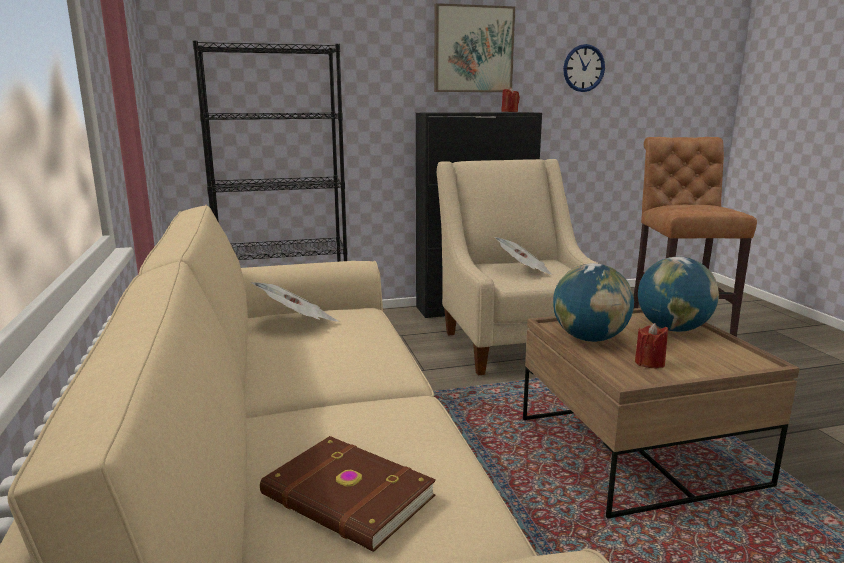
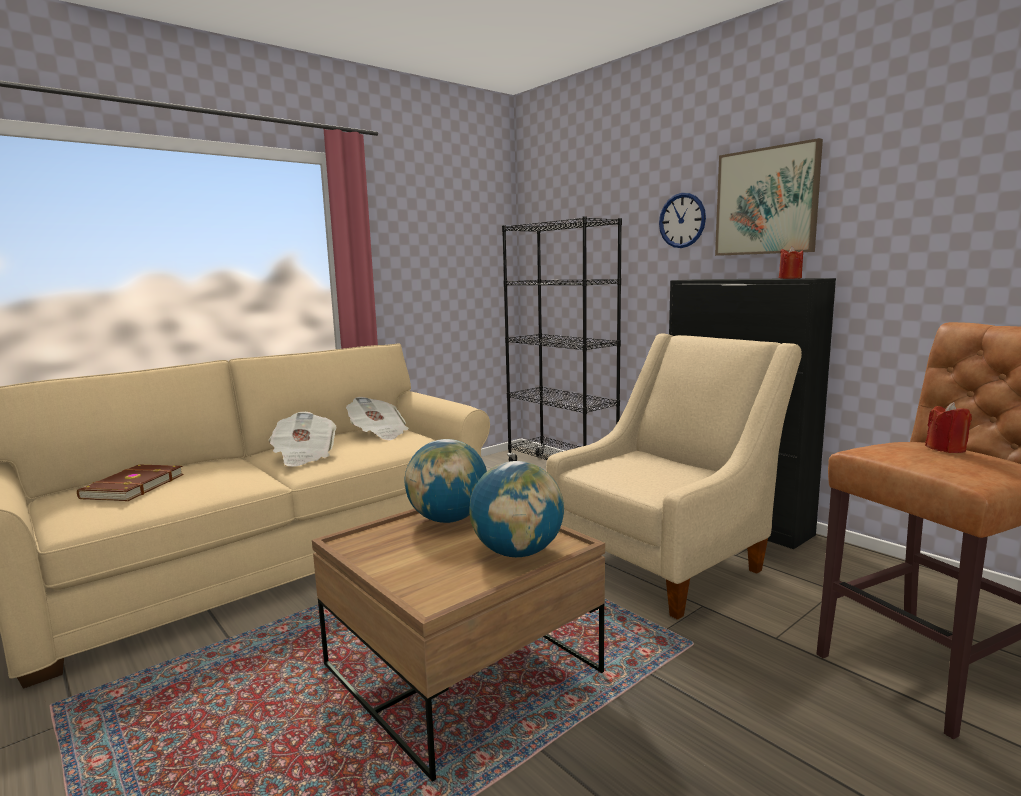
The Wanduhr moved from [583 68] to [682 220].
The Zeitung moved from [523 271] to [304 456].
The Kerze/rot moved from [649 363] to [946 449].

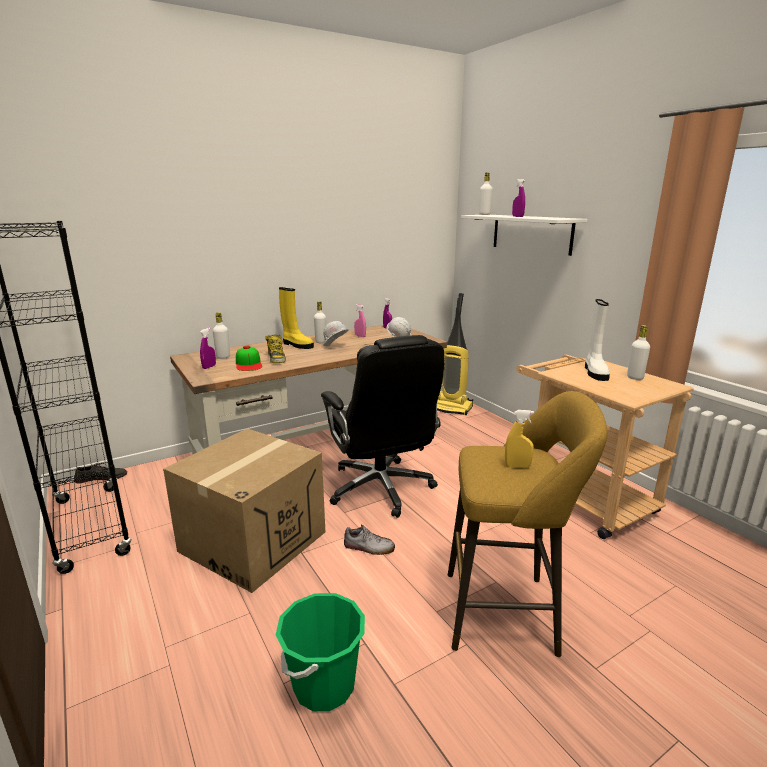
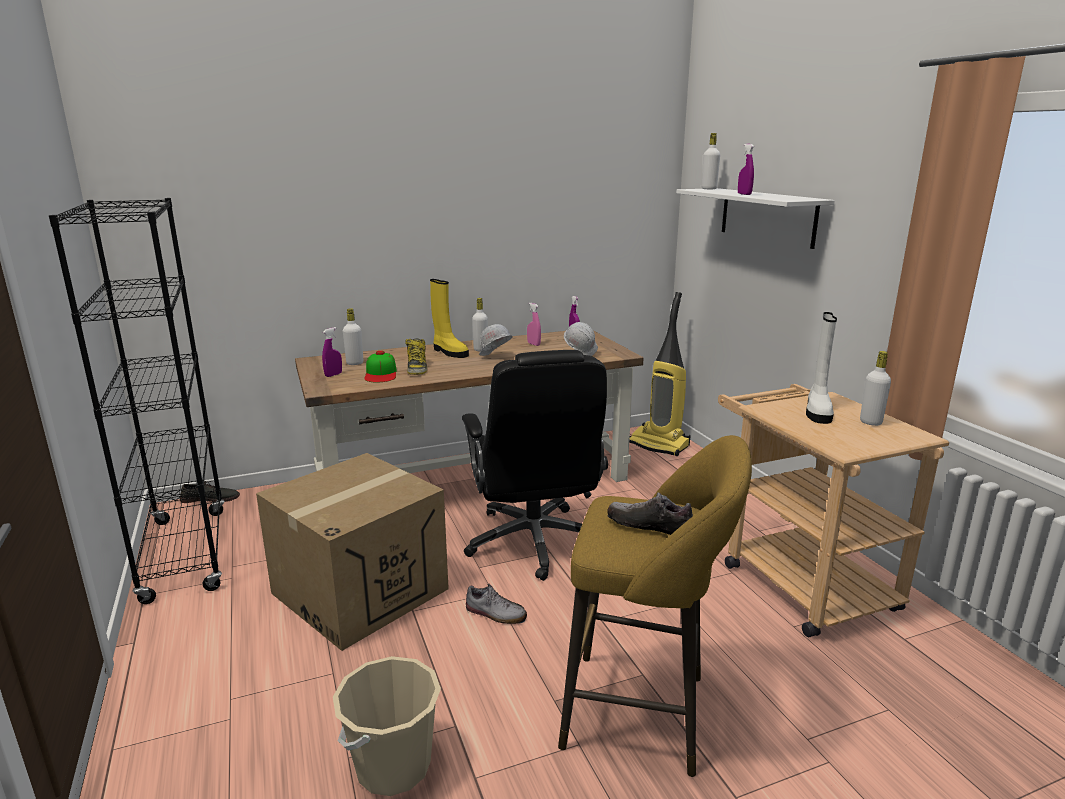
The Sprühflasche/gelb at [517 466] was replaced by the Schuh at [649 526].
The Eimer/grün at [324 684] became the Eimer/beige at [393 766].

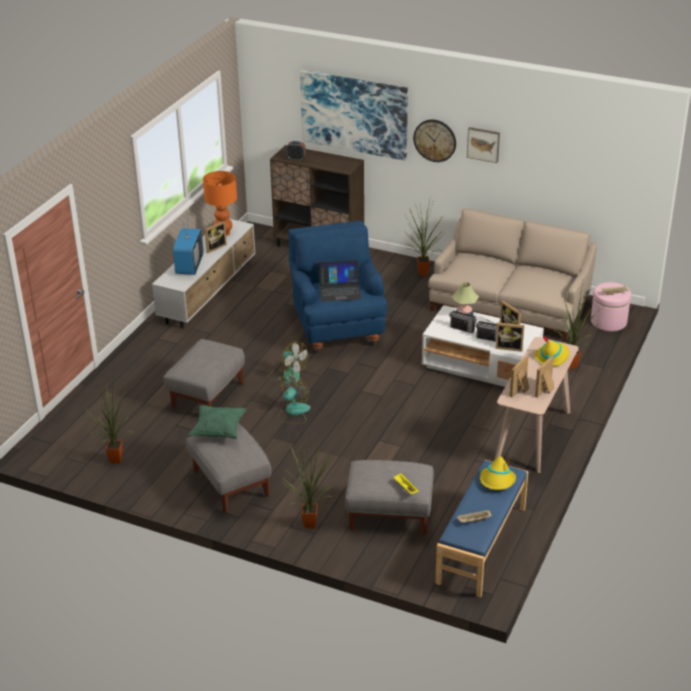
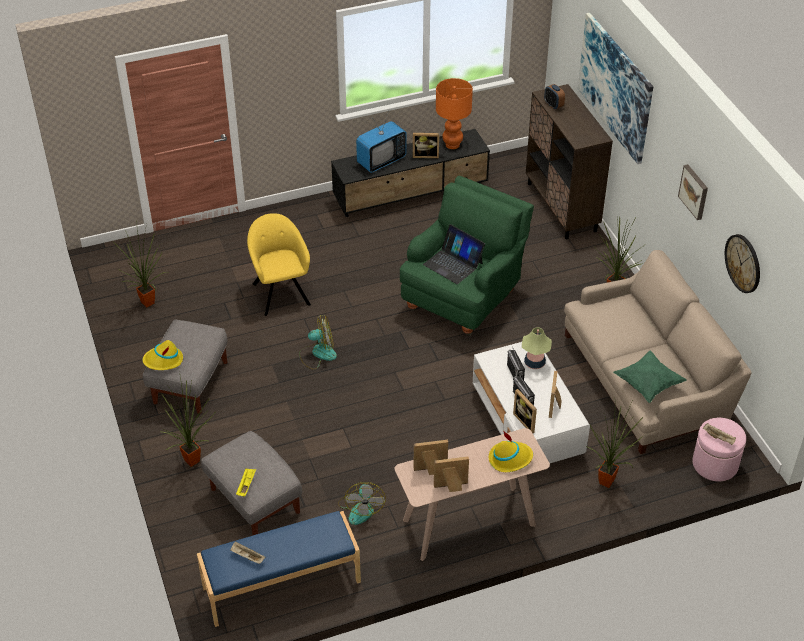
The Wanduhr moved from [435 140] to [743 263].
The Fernsehschrank/weiß at [209 292] became the Fernsehschrank/schwarz at [411 195].
The Sessel/blau at [337 326] became the Sessel/grün at [464 297].
The Polsterhocker/grau at [208 395] was replaced by the Sessel/gelb at [280 292].
The Ventilator moved from [287 374] to [361 508].
The Kissen/grün moved from [218 430] to [648 384].
The Hut/gelb moved from [497 481] to [163 360].

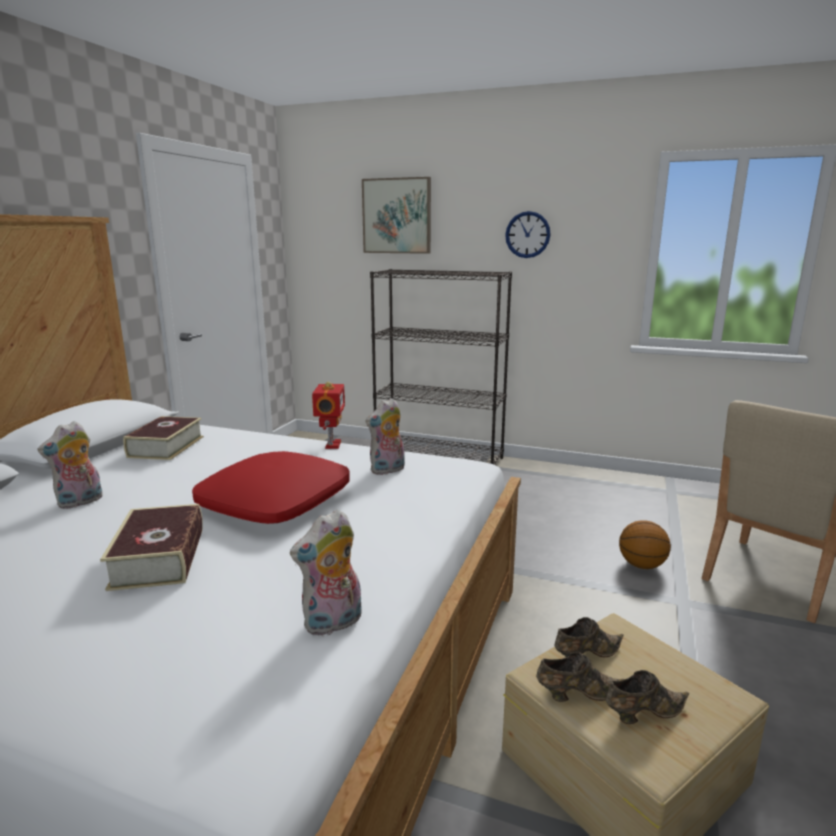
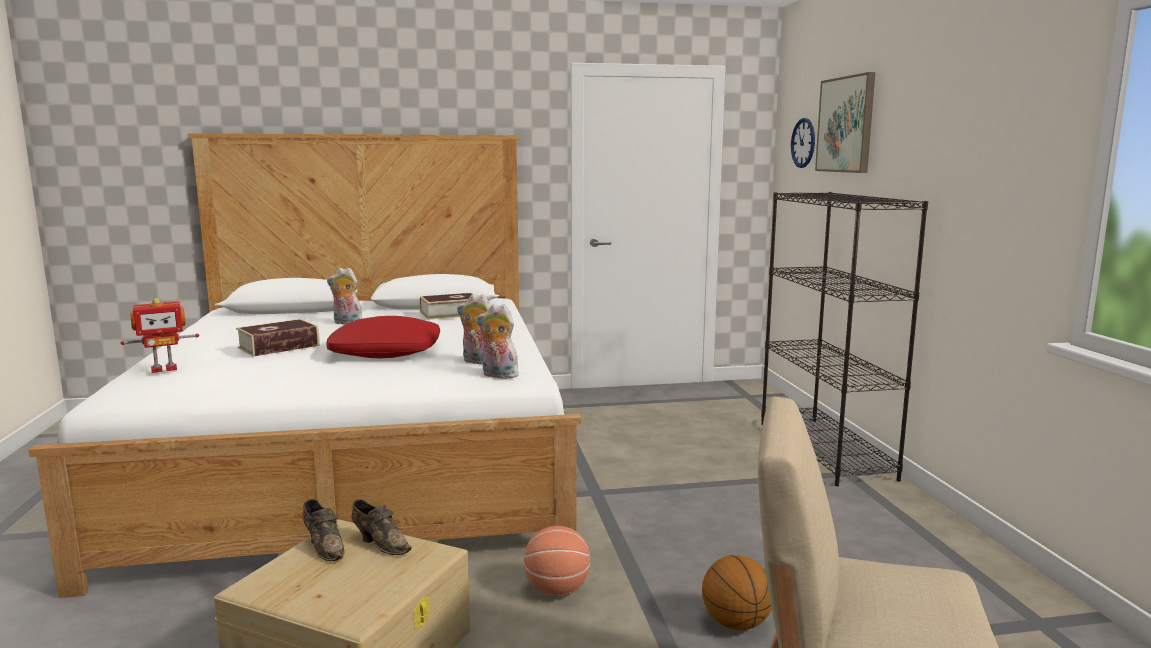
The Wanduhr moved from [527 234] to [803 143].
The Spielzeugroboter moved from [331 445] to [164 369].
The Plüschtier moved from [333 624] to [498 375].
The Schuh/braun at [642 713] disappeared.
The Basketball at [557 590] appeared.

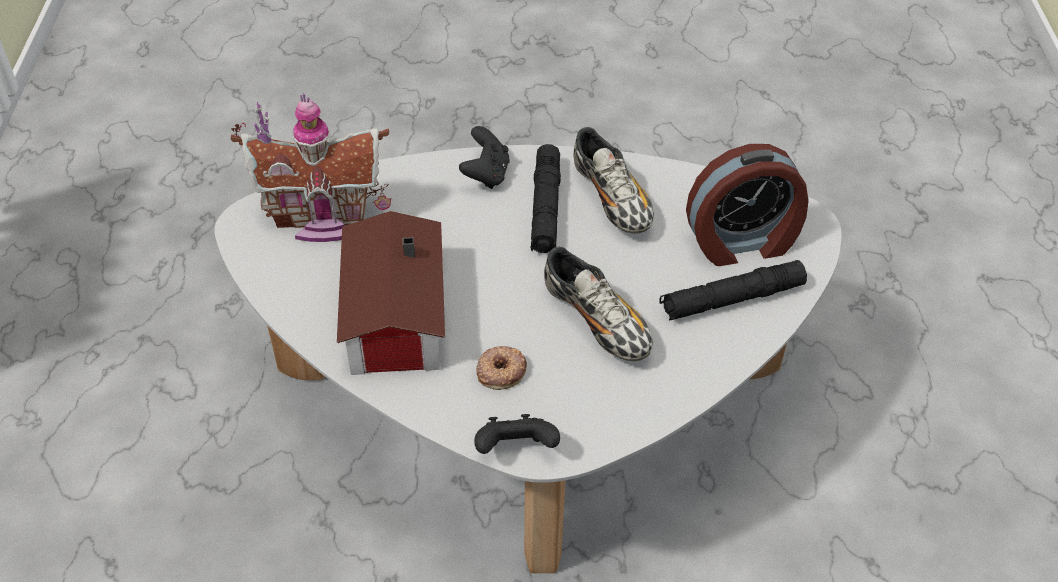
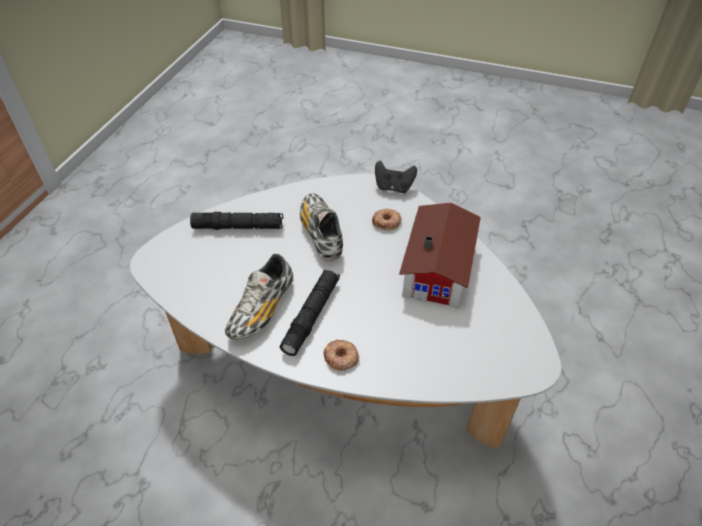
The Spielzeughaus at [323 219] disappeared.
The Gamepad/schwarz at [486 174] was replaced by the Donut at [341 357].
The Schuh at [612 200] turned 150 degrees counterclockwise.
The Wecker at [742 243] disappeared.

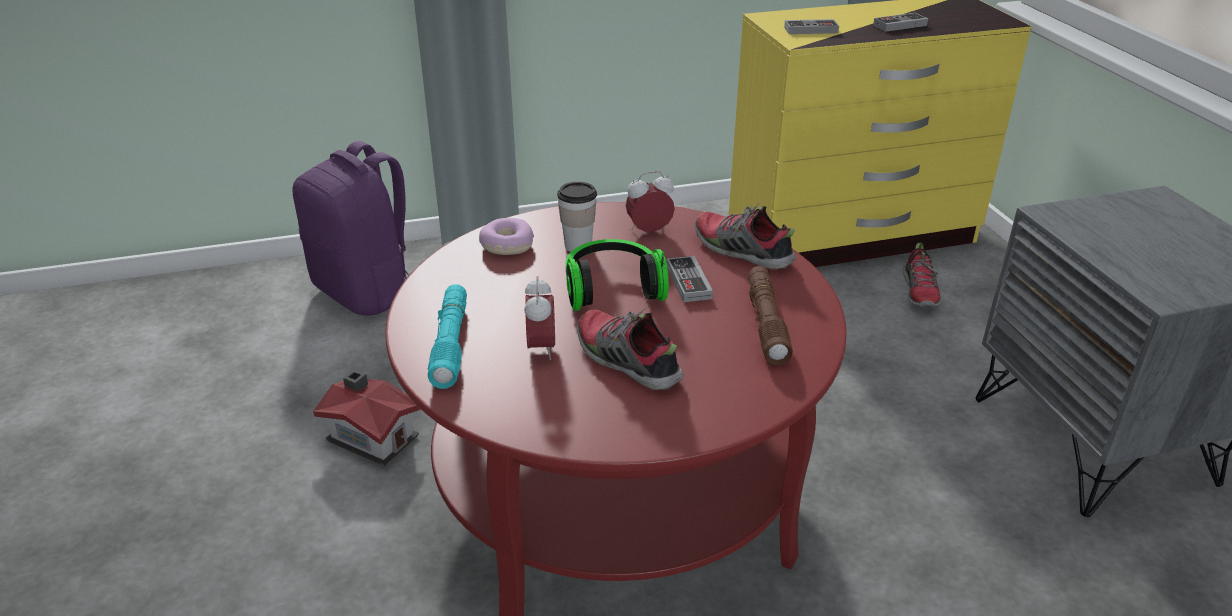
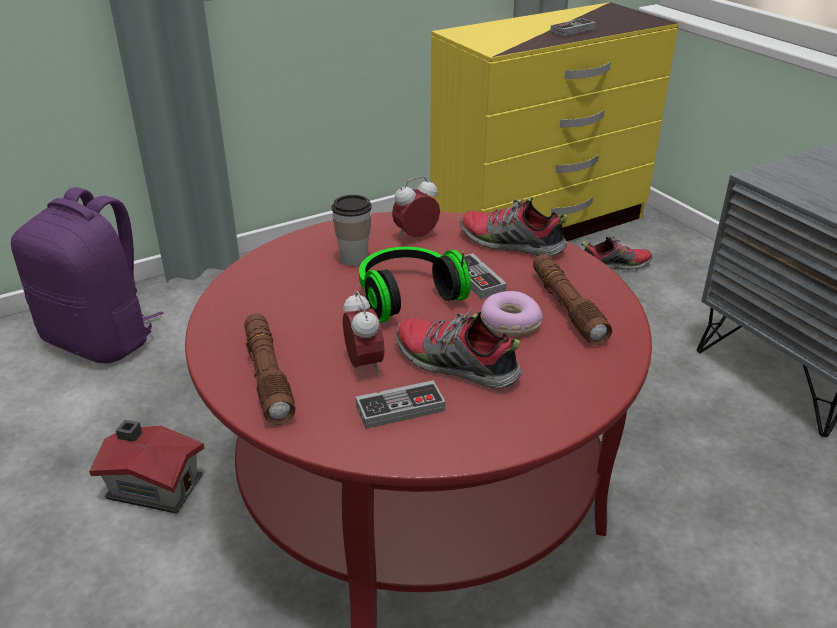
The Gamepad moved from [811 30] to [400 408].
The Donut moved from [506 245] to [509 323].
The Schuh at [920 292] turned 90 degrees counterclockwise.
The Taschenlampe/türkis at [451 344] became the Taschenlampe/braun at [268 376].

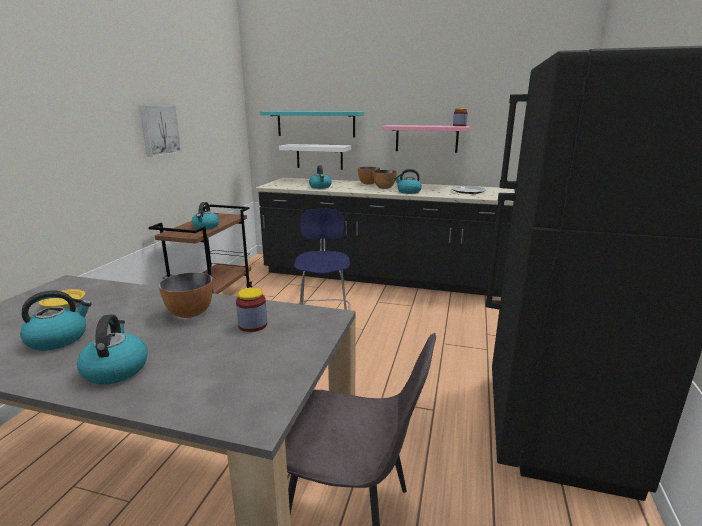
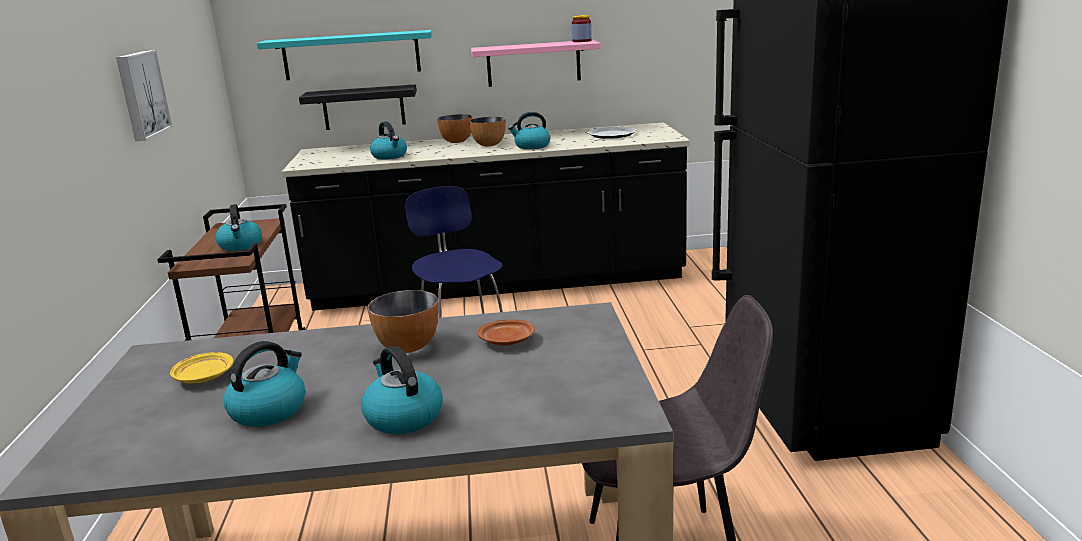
The Wandregal/weiß at [319 156] became the Wandregal/schwarz at [363 107].
The Vorratsglas at [252 325] was replaced by the Teller/braun at [508 341].

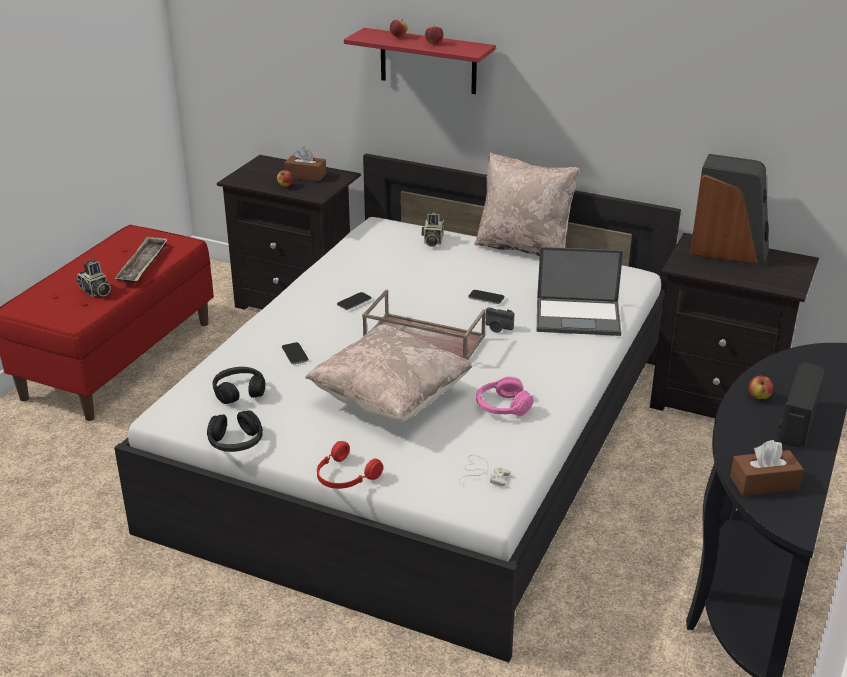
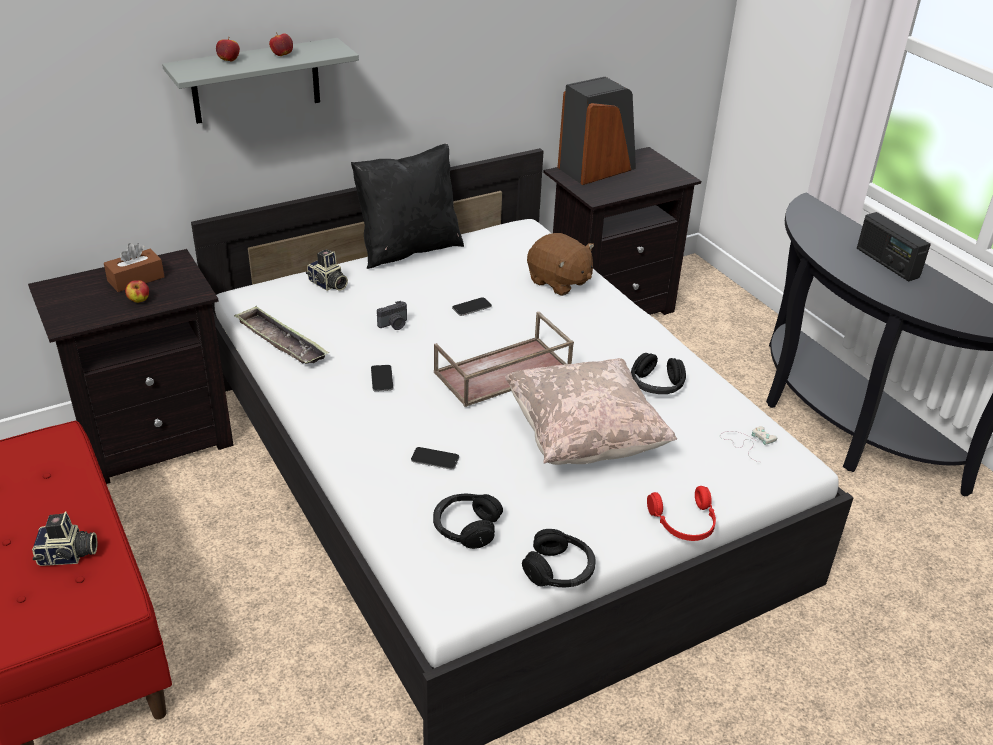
The Wandregal/rot at [428 61] became the Wandregal/grau at [256 81].
The Kissen/beige at [524 247] became the Kissen/schwarz at [408 249].
The Tablett moved from [143 265] to [281 341].
The Laptop at [579 317] was replaced by the Plüschtier/braun at [559 282].
The Kamera moved from [498 328] to [394 325].
The Apfel at [758 397] disappeared.
The Kopfhörer/rosa at [502 407] became the Kopfhörer/schwarz at [656 385].
The Taschentuchbox/braun at [764 483] disappeared.

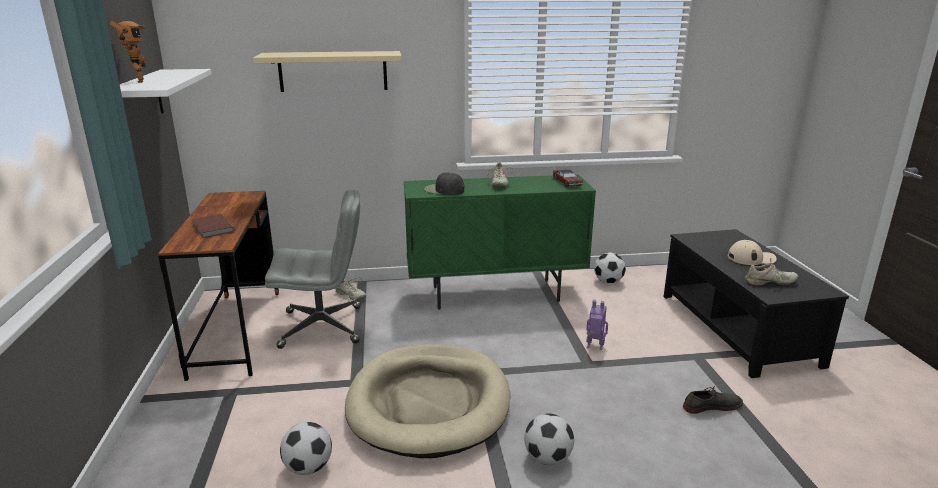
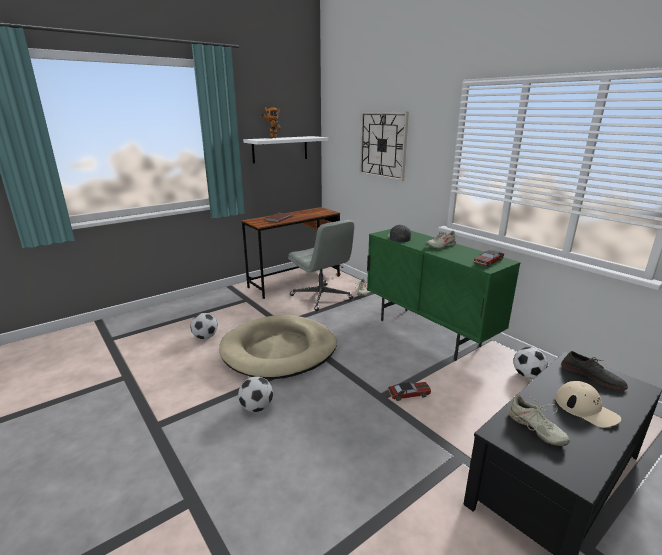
The Wandregal/beige at [333 71] was replaced by the Wanduhr at [383 145].
The Spielzeugroboter at [594 347] was replaced by the Spielzeugauto at [409 394].
The Schuh/grau moved from [712 406] to [592 376].

